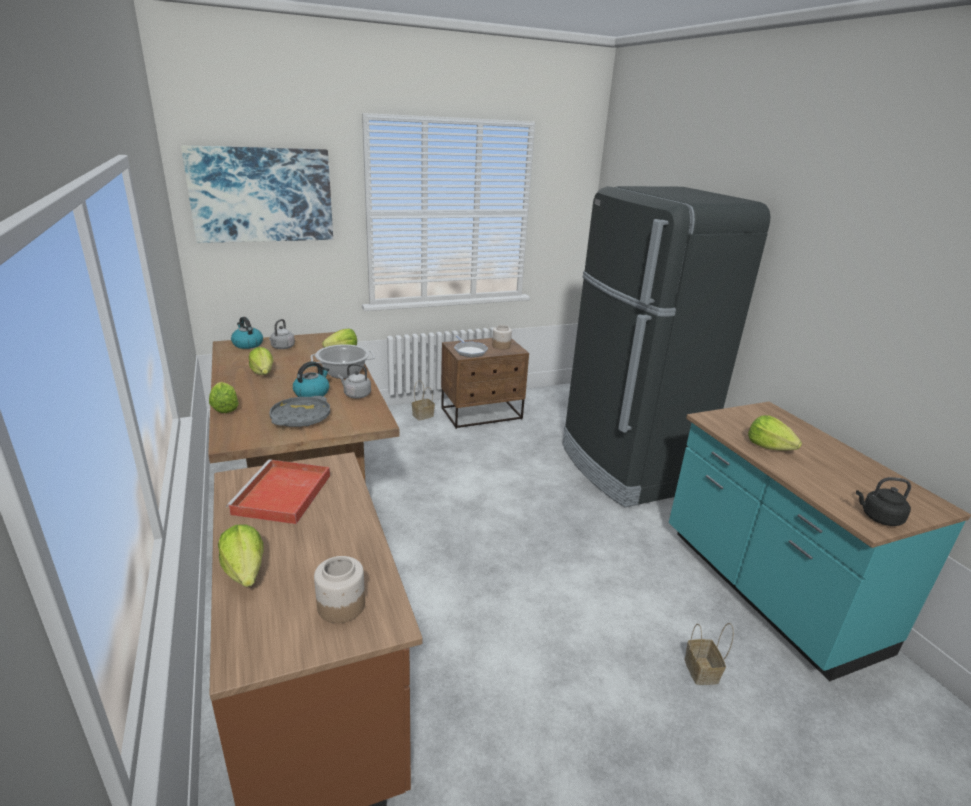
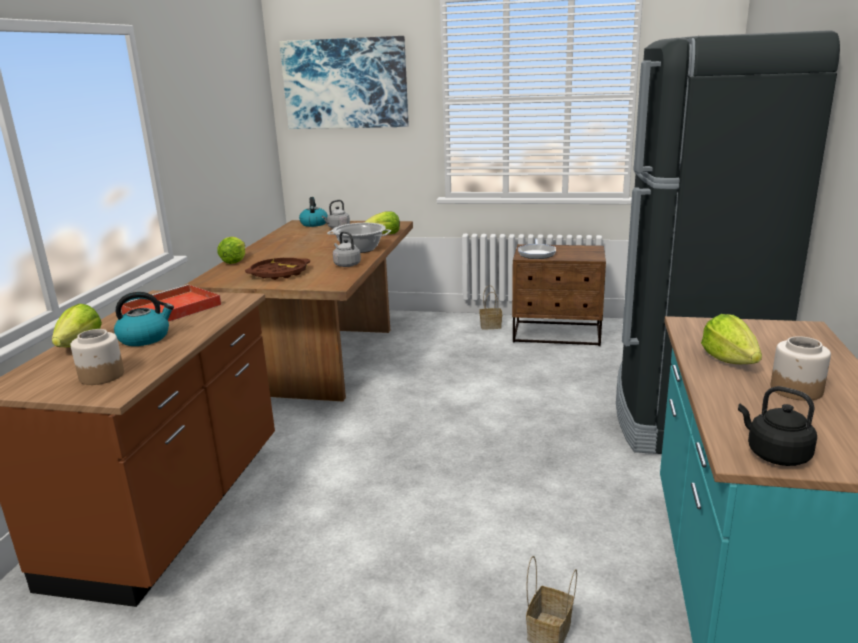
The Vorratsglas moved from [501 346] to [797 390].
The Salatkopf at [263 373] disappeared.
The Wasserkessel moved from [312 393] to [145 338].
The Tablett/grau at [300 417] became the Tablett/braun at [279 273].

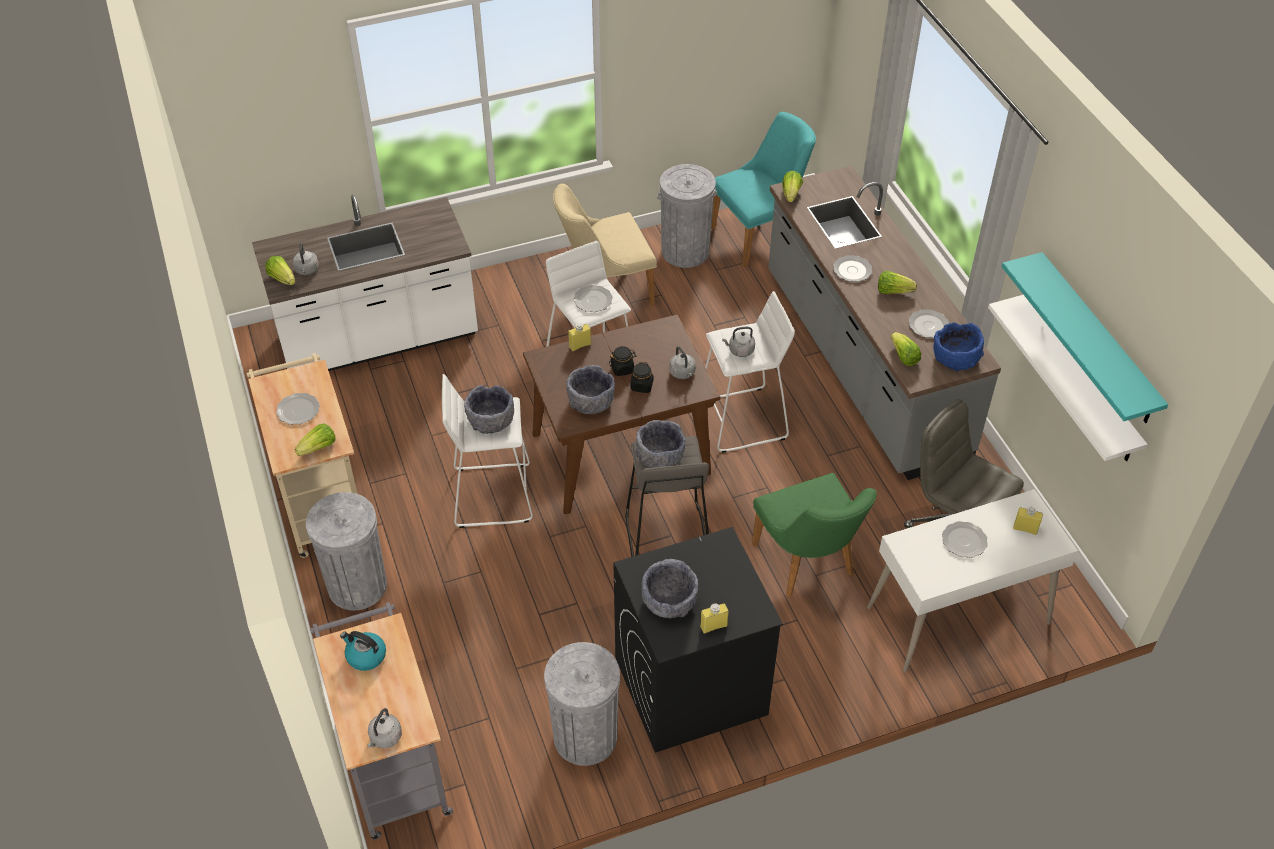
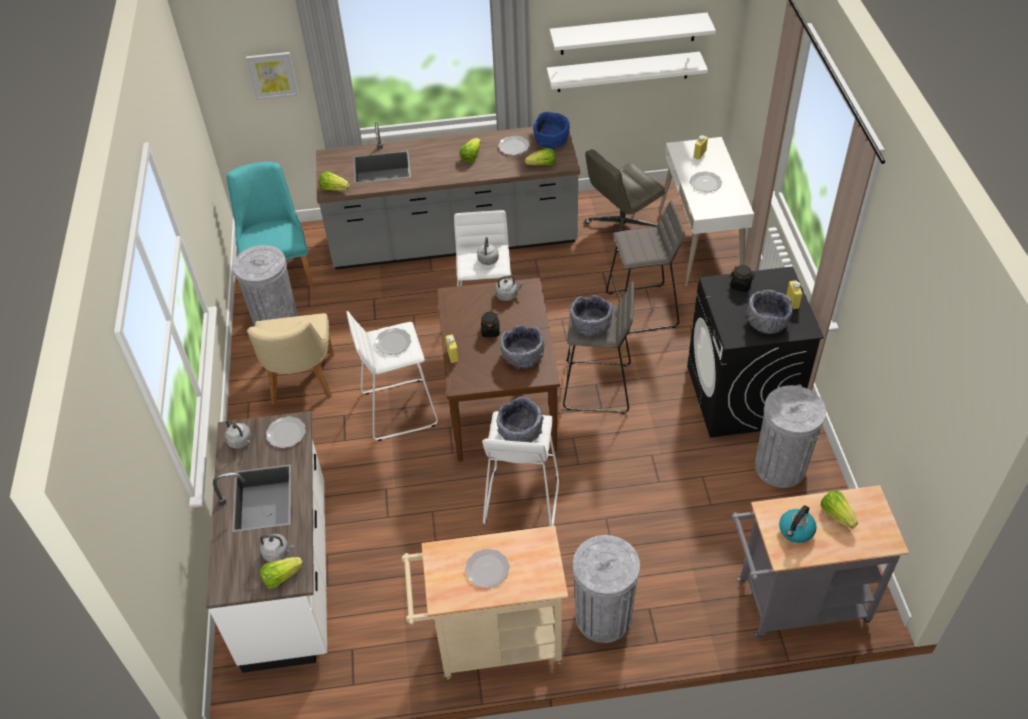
The Wandregal/türkis at [1097 339] became the Wandregal/weiß at [628 33].
The Teller moved from [851 270] to [286 434].
The Vorratsglas/schwarz moved from [641 386] to [740 285].
The Salatkopf moved from [319 448] to [837 514].
The Stuhl/grün at [808 565] was replaced by the Hocker/grau at [642 310].
The Wasserkessel/grau moved from [385 738] to [241 441].
The Bild at [272 75] appeared.

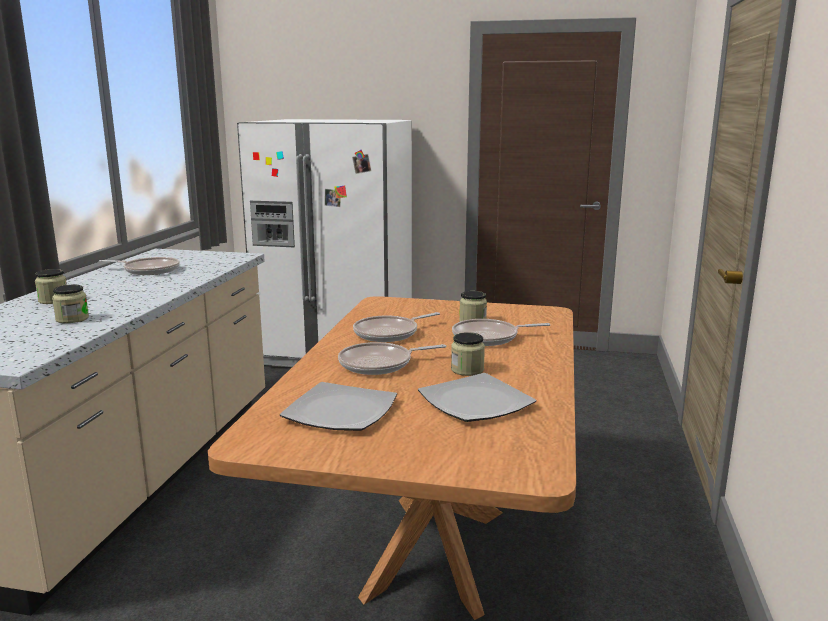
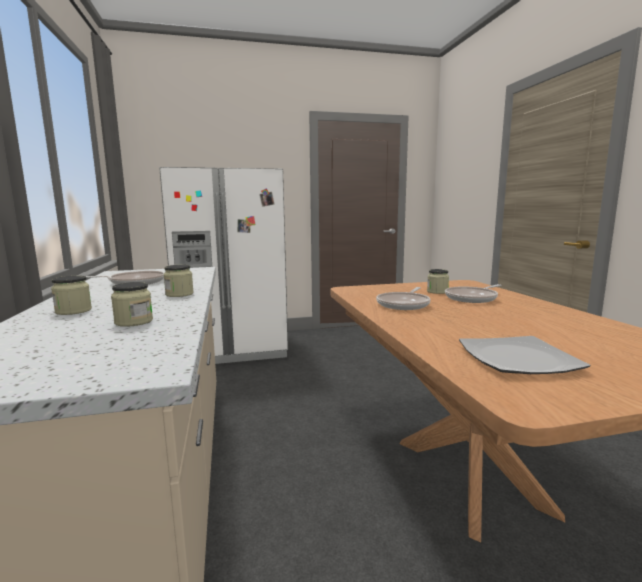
The Vorratsglas moved from [467 370] to [179 294].
The Pfanne at [380 364] disappeared.
The Teller at [474 402] disappeared.

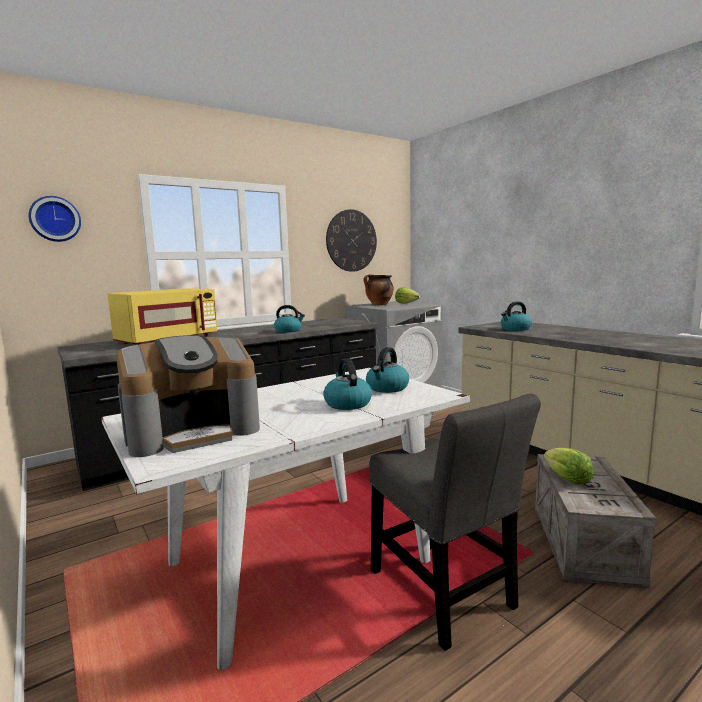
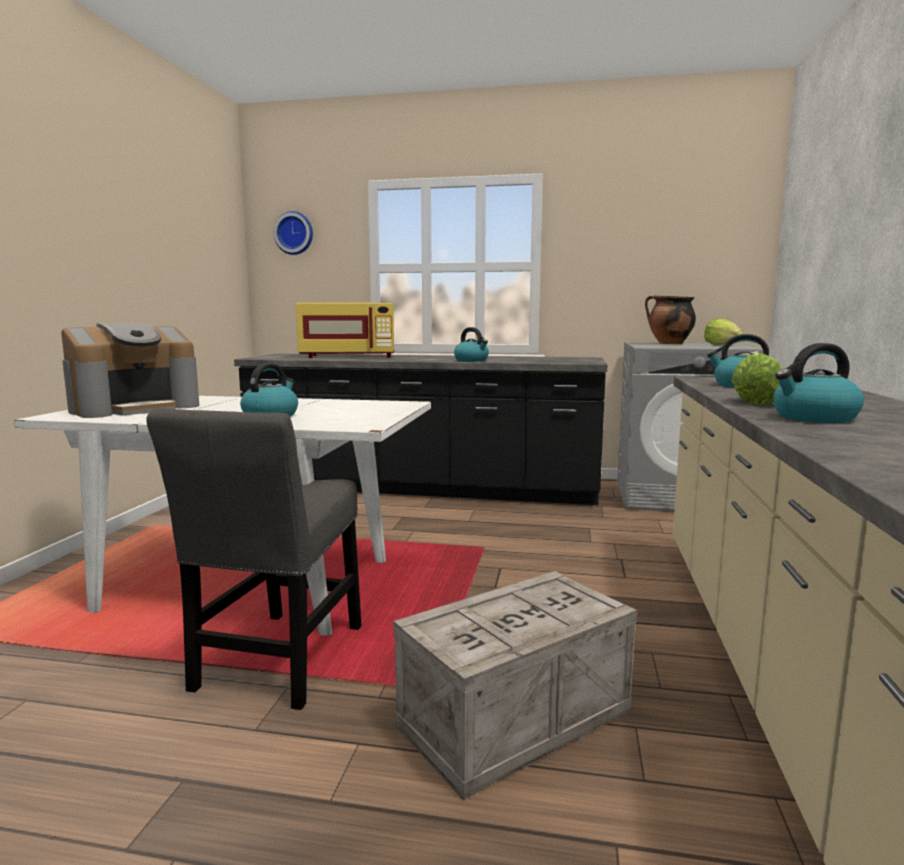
The Wanduhr at [351 240] disappeared.
The Kaffeemaschine at [193 431] turned 60 degrees counterclockwise.
The Wasserkessel moved from [387 388] to [813 418].
The Salatkopf moved from [567 479] to [755 402].

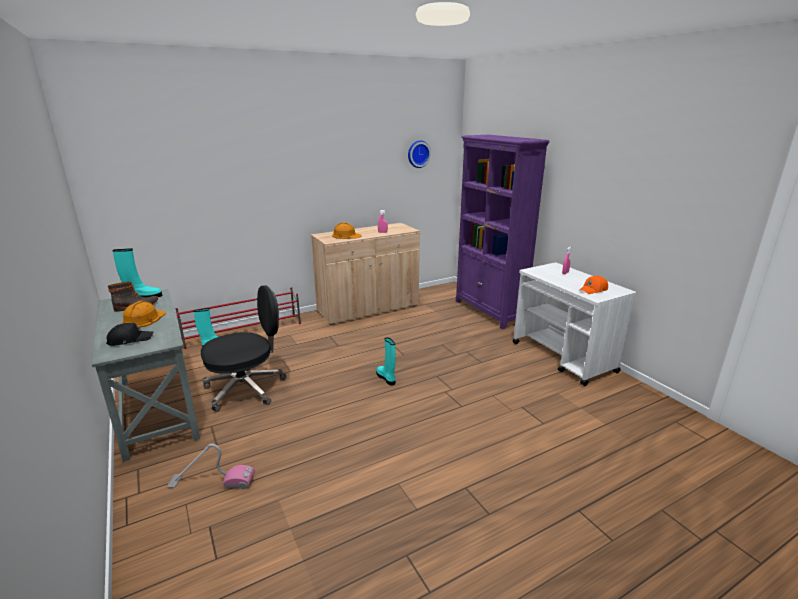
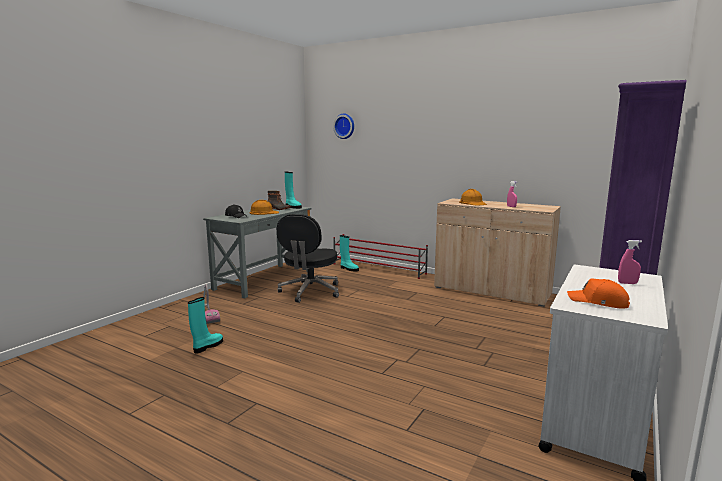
The Wanduhr moved from [418 154] to [345 126].
The Bürostuhl/schwarz at [247 388] turned 75 degrees clockwise.
The Stiefel/türkis moved from [386 378] to [207 346].

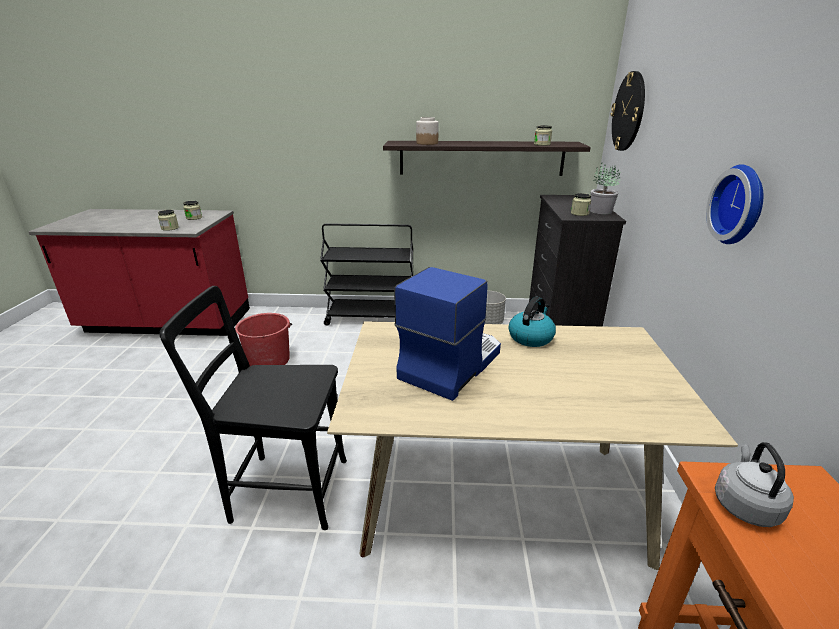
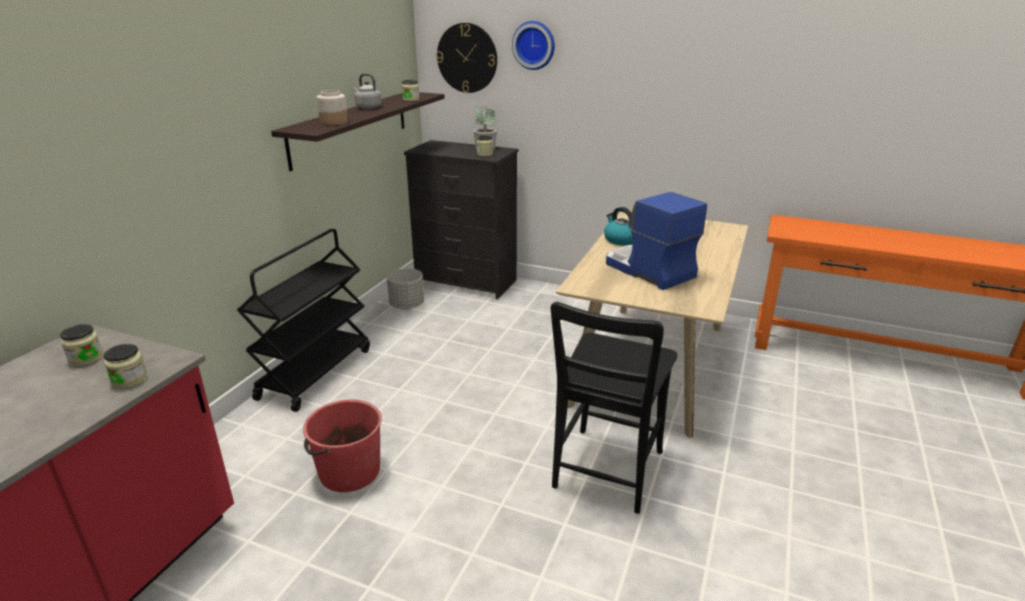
The Wanduhr moved from [741 205] to [534 45].
The Wasserkessel/grau moved from [744 504] to [367 107].

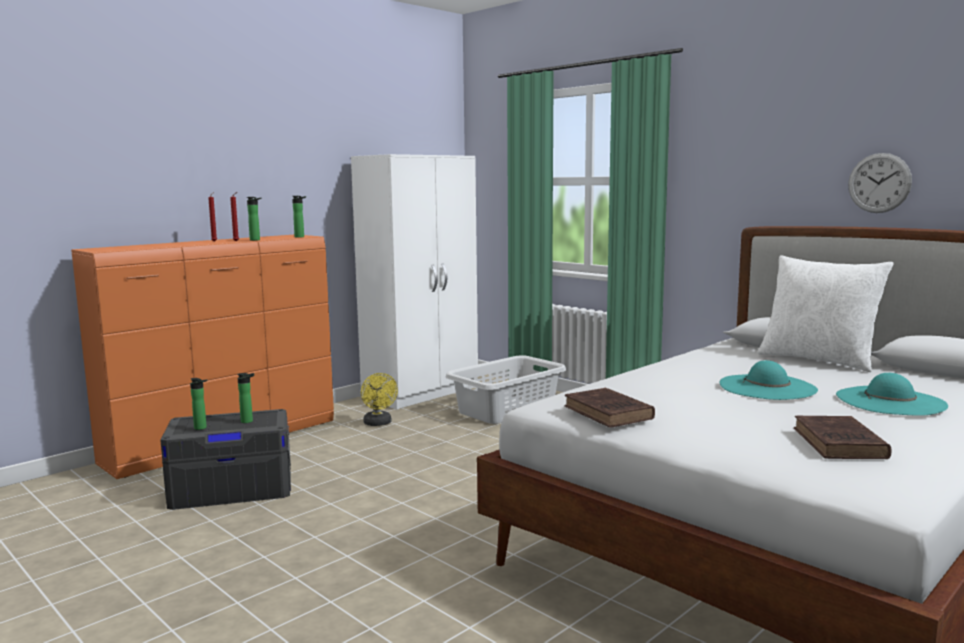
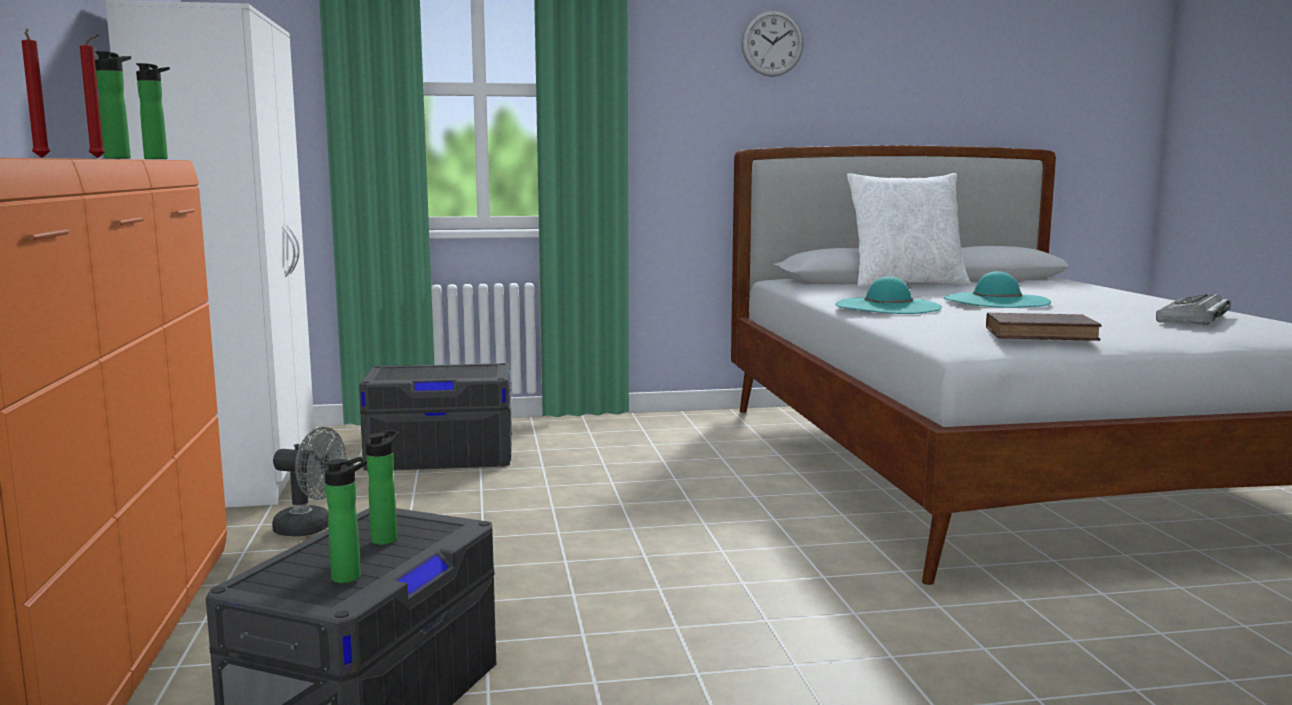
The Wanduhr moved from [879 183] to [772 43].
The Wäschekorb/grau at [507 409] was replaced by the Aufbewahrungsbox/grau at [440 456].
The Ventilator/gelb at [379 423] became the Ventilator/grau at [311 529].
The Hut/türkis moved from [890 401] to [888 306].
The Buch/braun at [840 444] was replaced by the Tastatur at [1193 319].

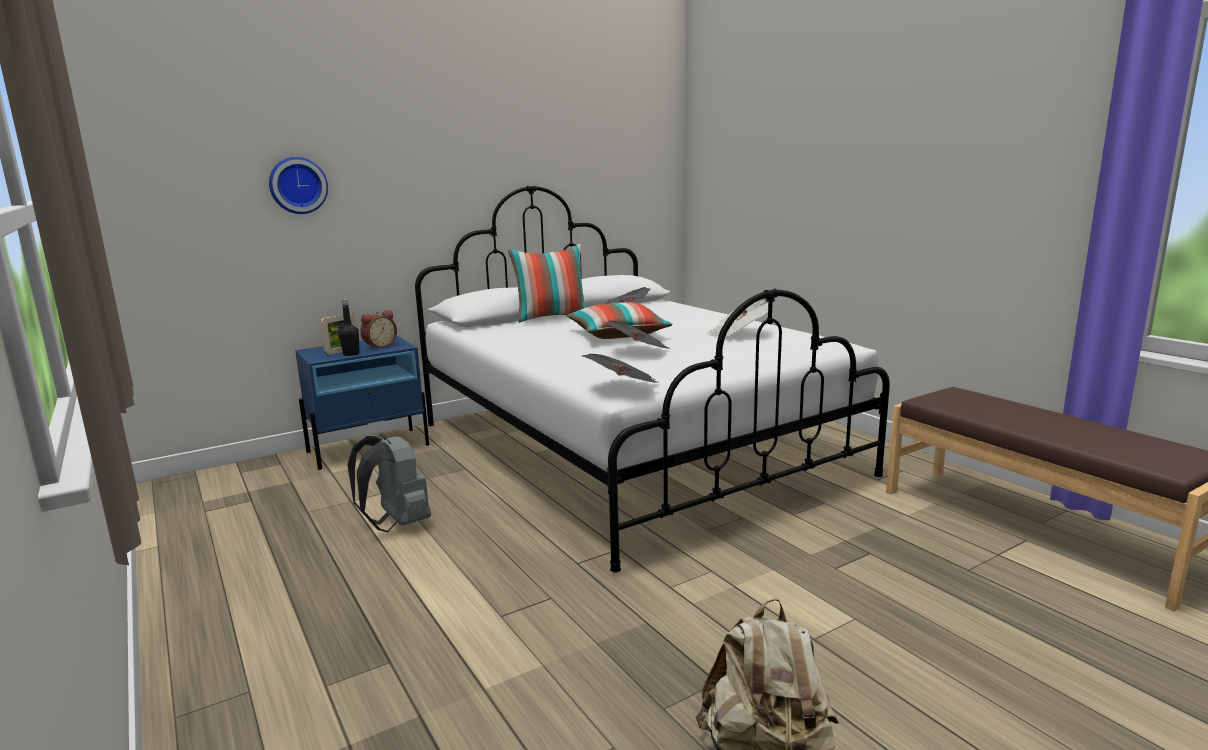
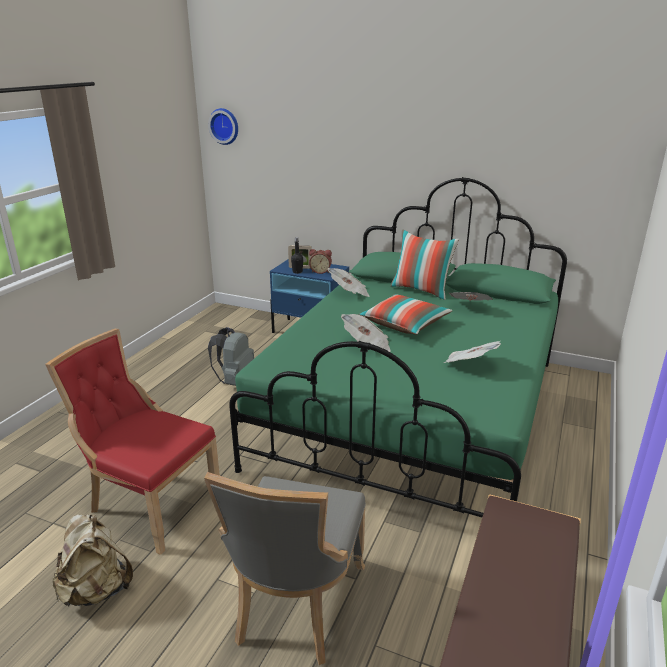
The Wanduhr moved from [298 185] to [225 126].
The Bett/weiß at [630 448] became the Bett/grün at [414 412].
The Zeitung moved from [623 389] to [349 293].
The Stuhl/rot at [150 504] appeared.
The Stuhl/grau at [296 606] appeared.

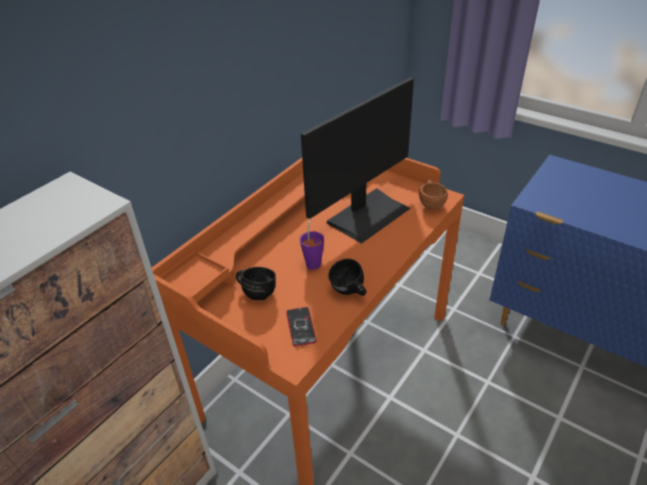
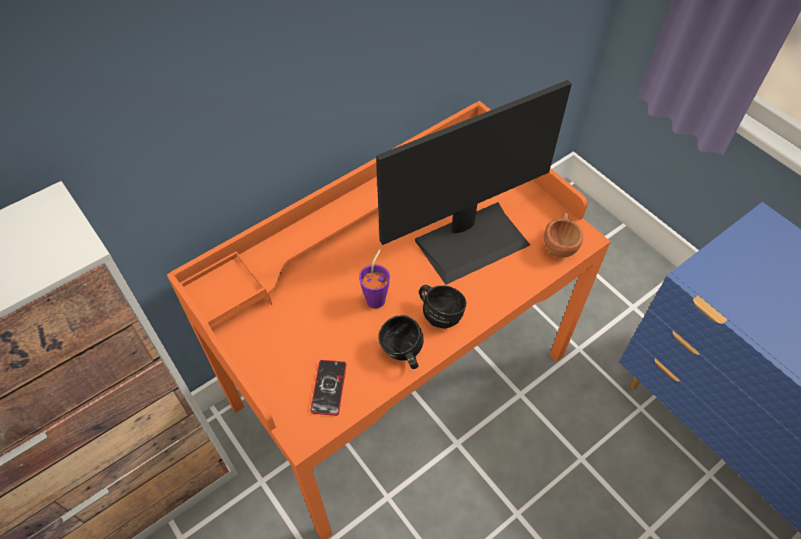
The Henkelbecher/schwarz moved from [257 291] to [439 312].

